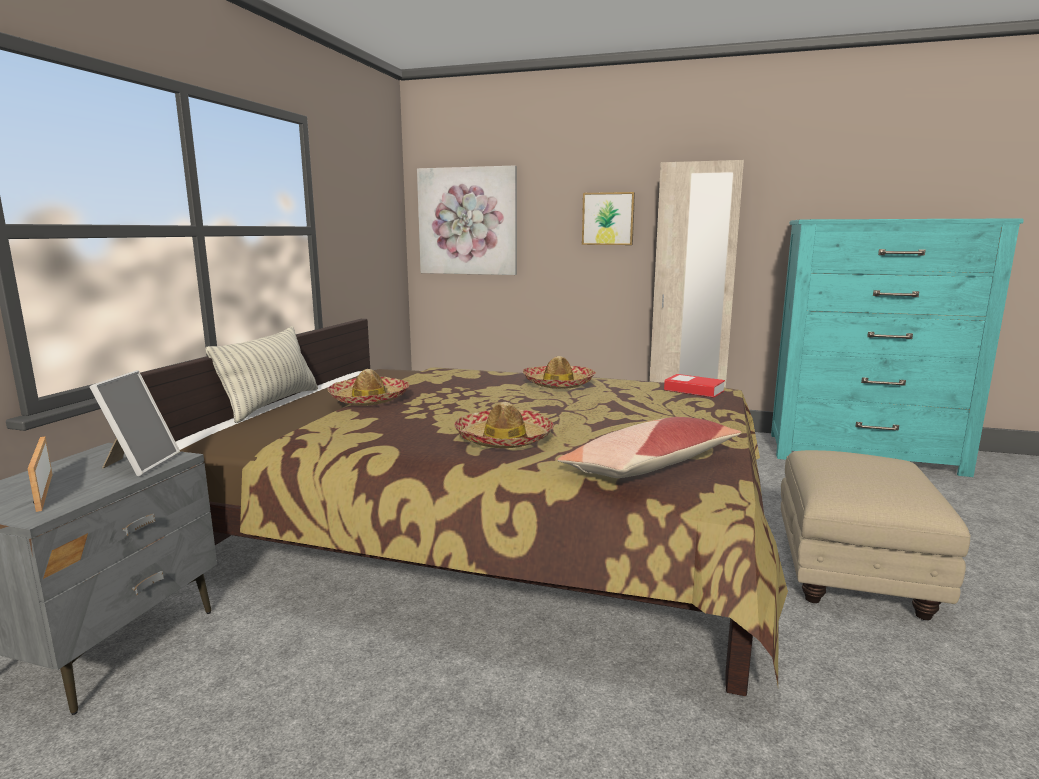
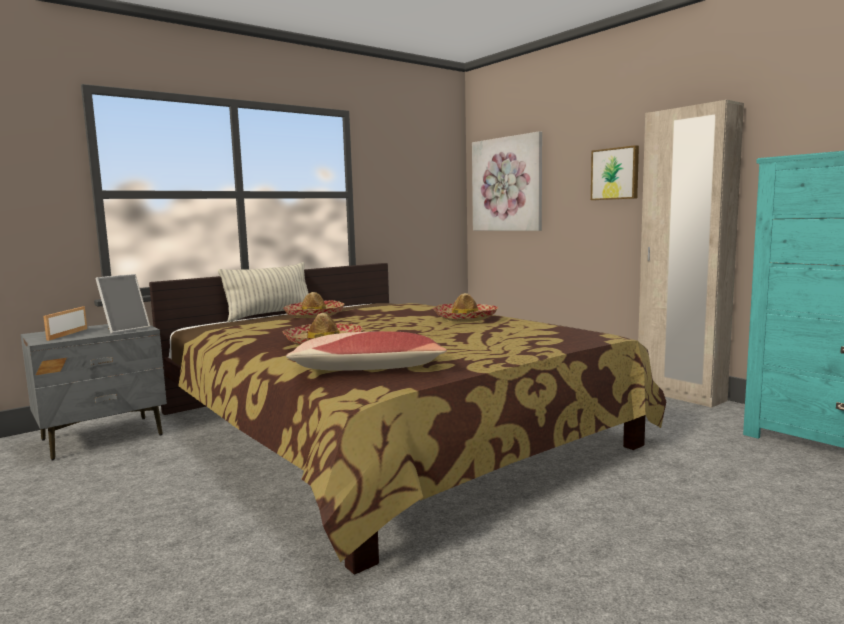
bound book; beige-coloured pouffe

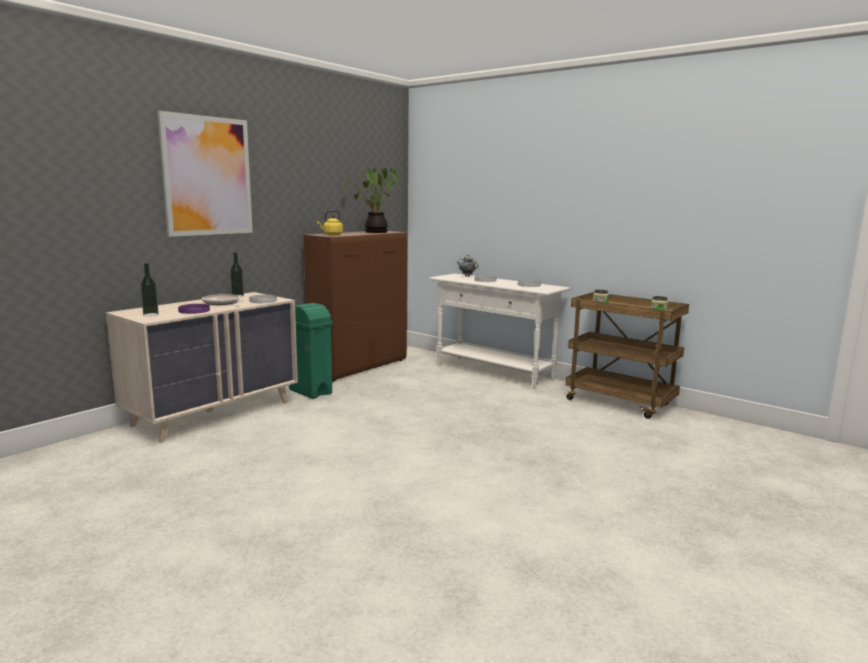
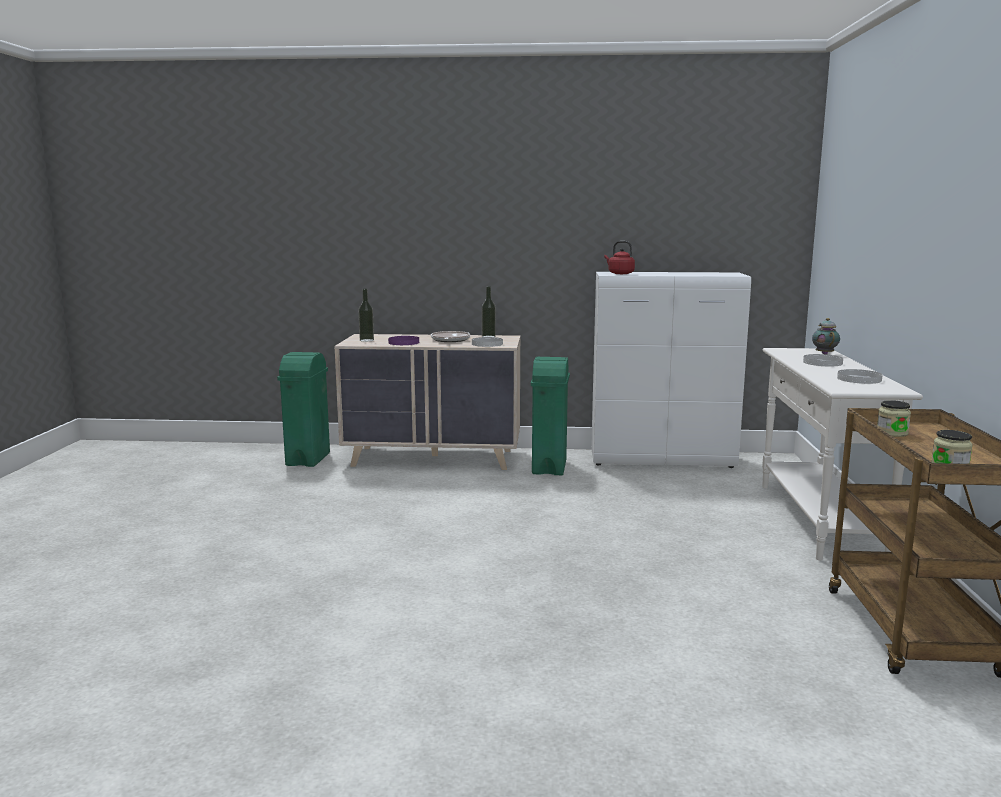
picture; white cabinet; reddish water kettle; potted plant; greenish rubbish bin (1st from left)

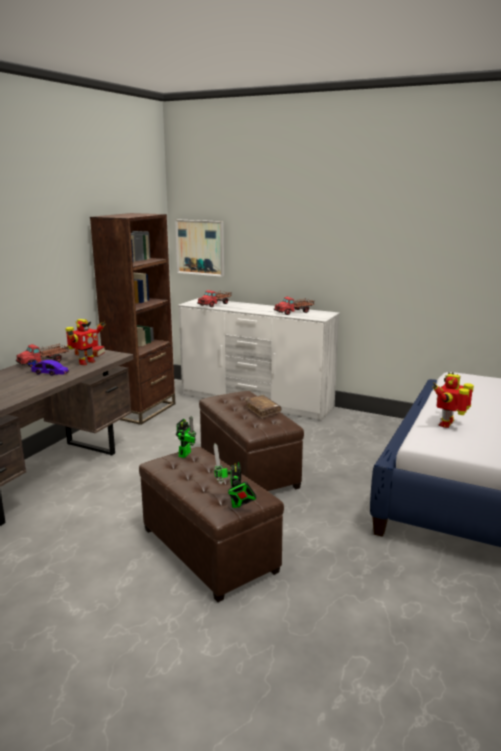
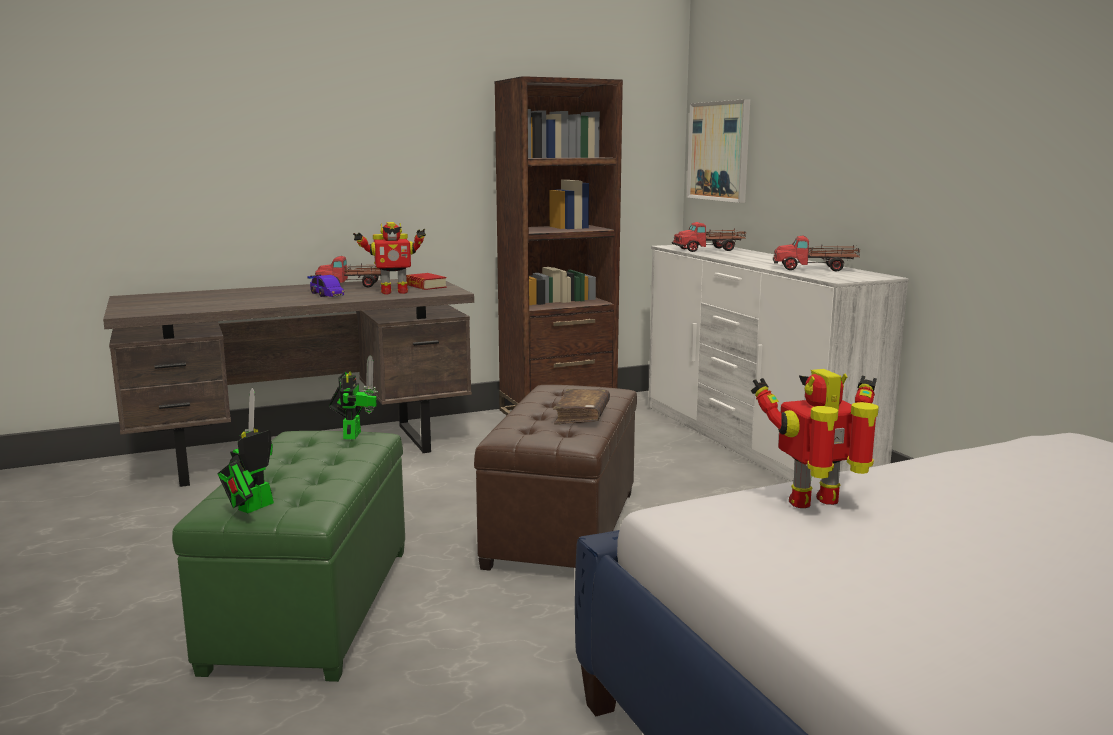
greenish pouffe; model robot (2nd from left)

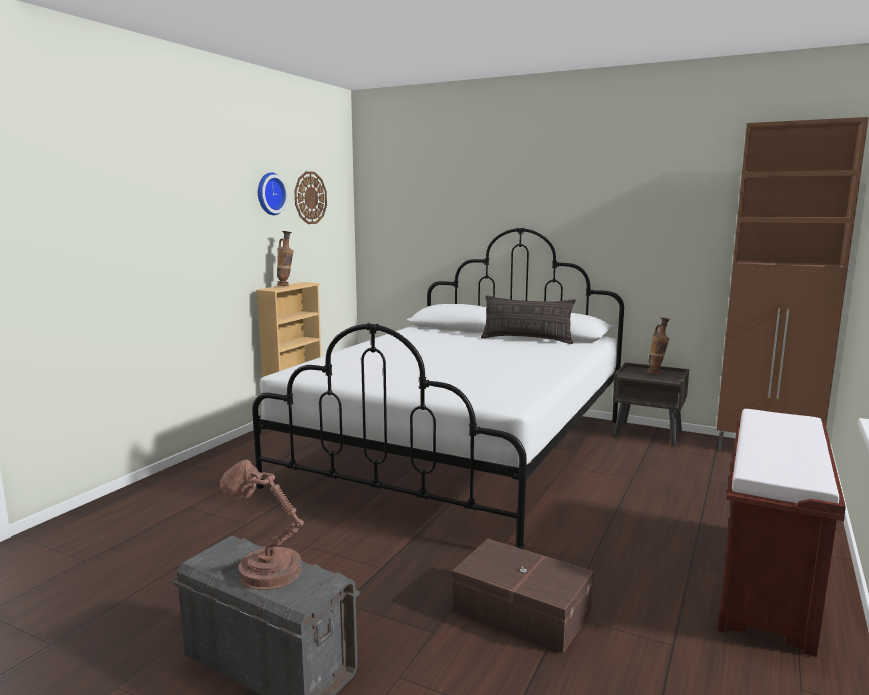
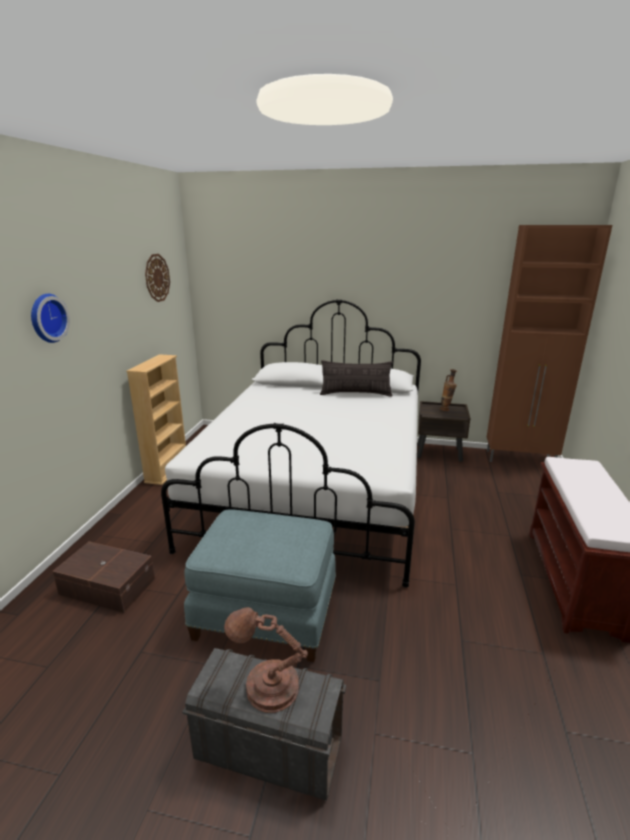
wall clock (1st from left); vase (1st from left in the first image); brown storage bin; bluish pouffe

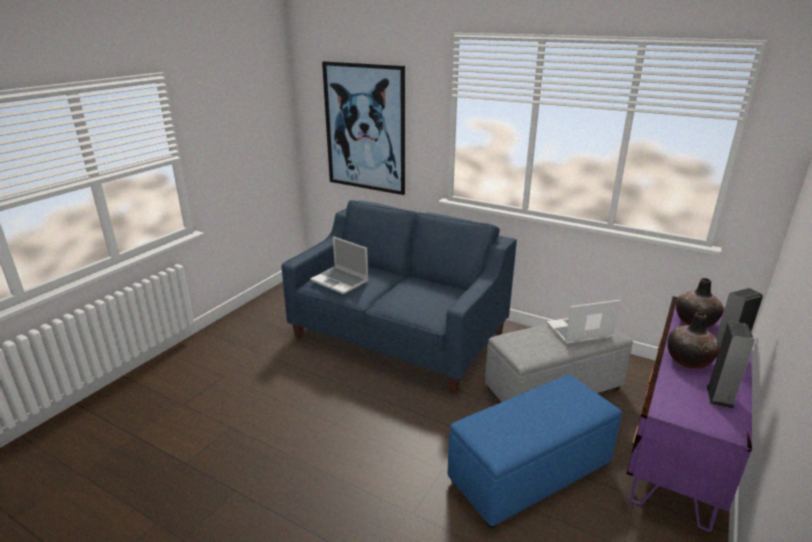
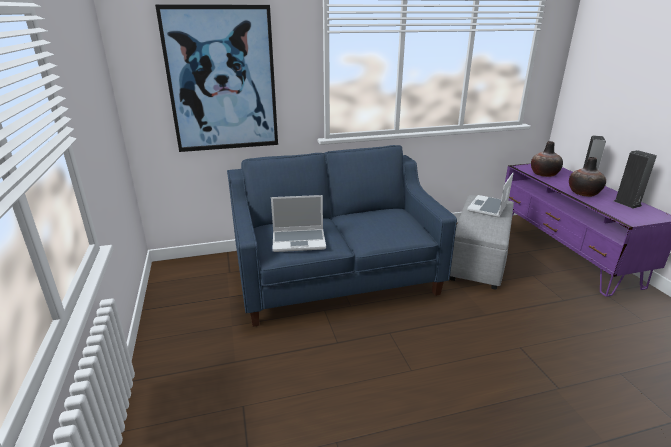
bluish pouffe

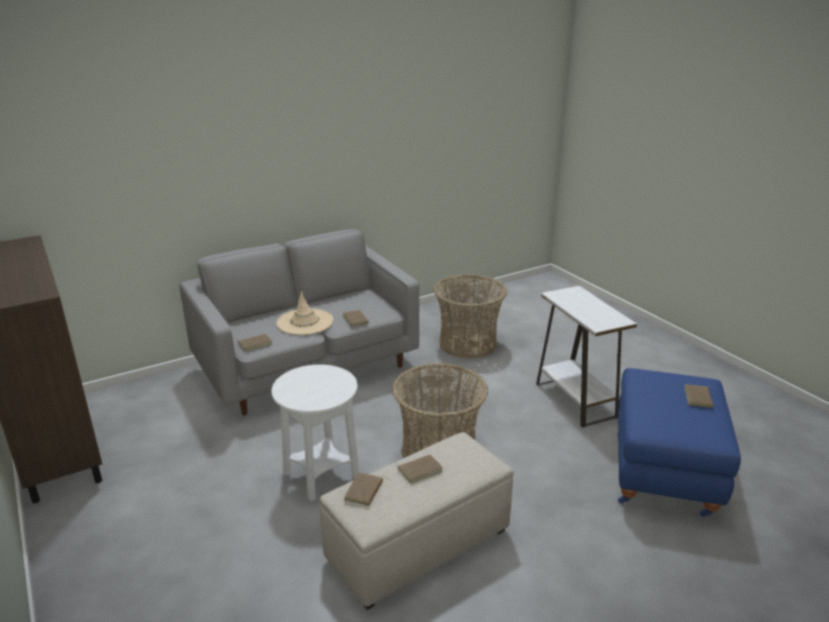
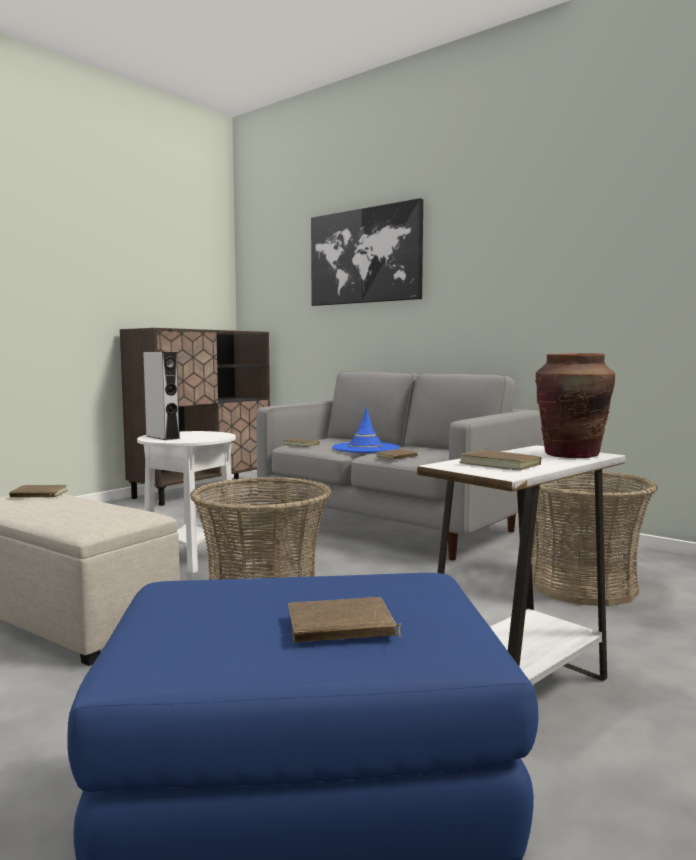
bluish hat; brown bound book (5th from left); gray audio speaker; picture; brown vase

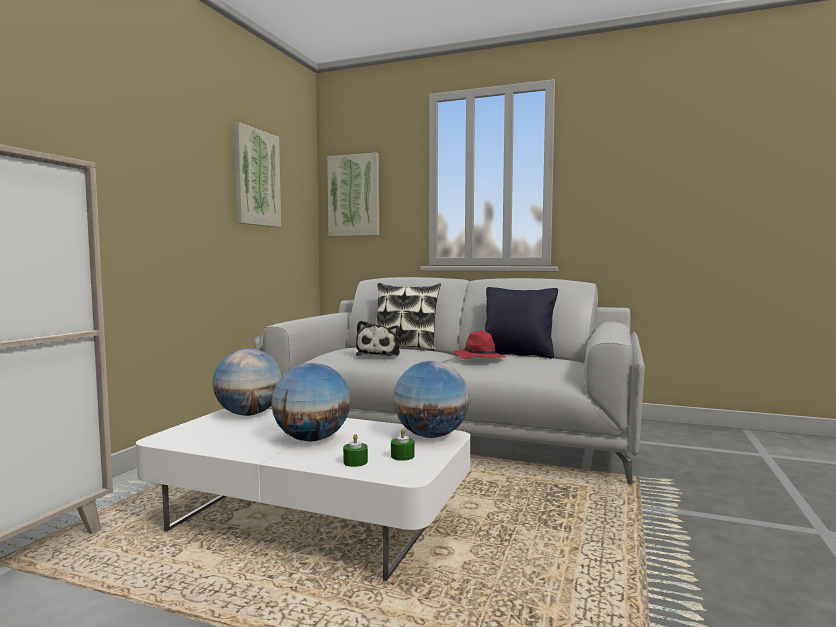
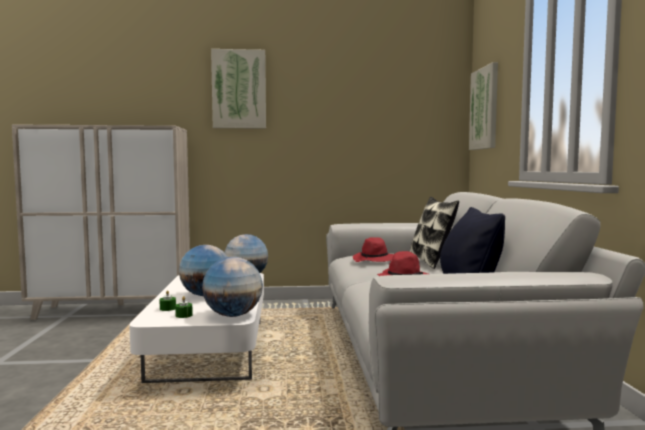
picture (1st from left); reddish hat (1st from left)

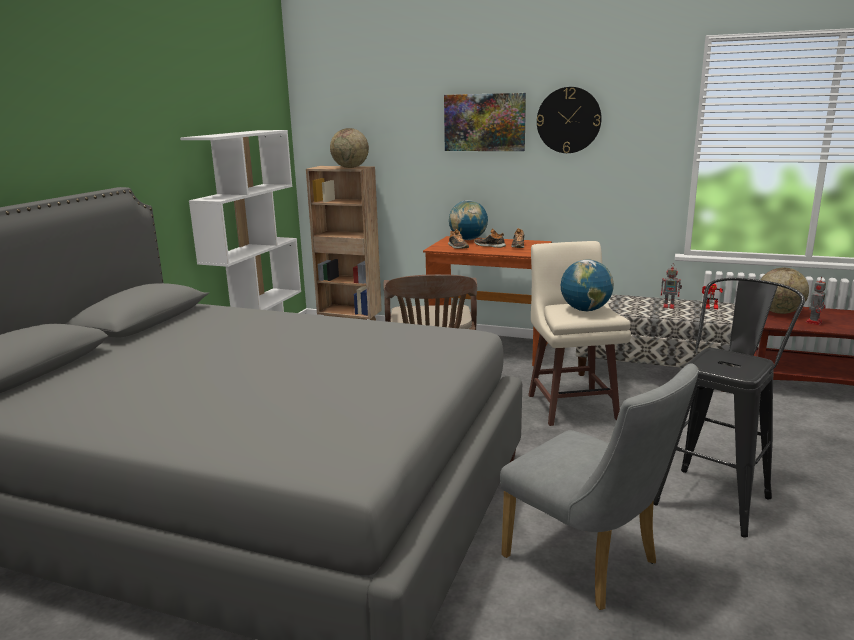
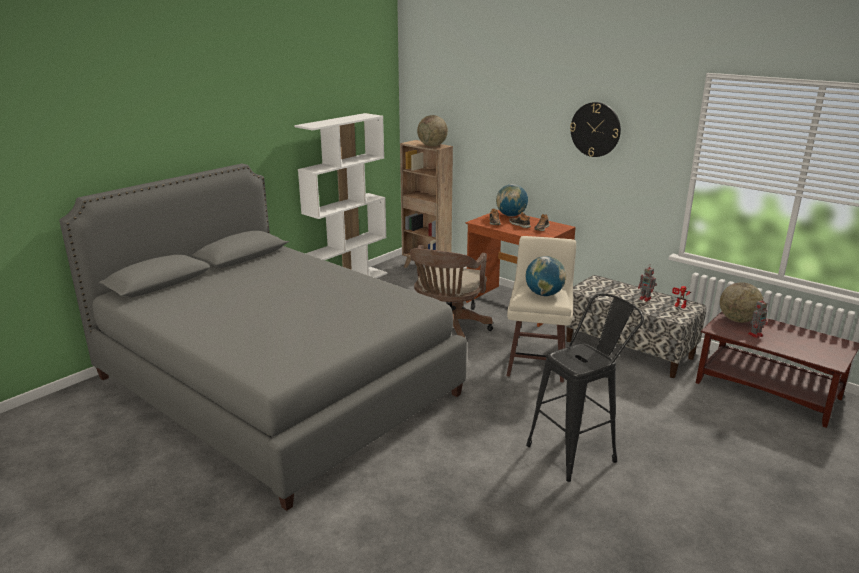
picture; gray chair

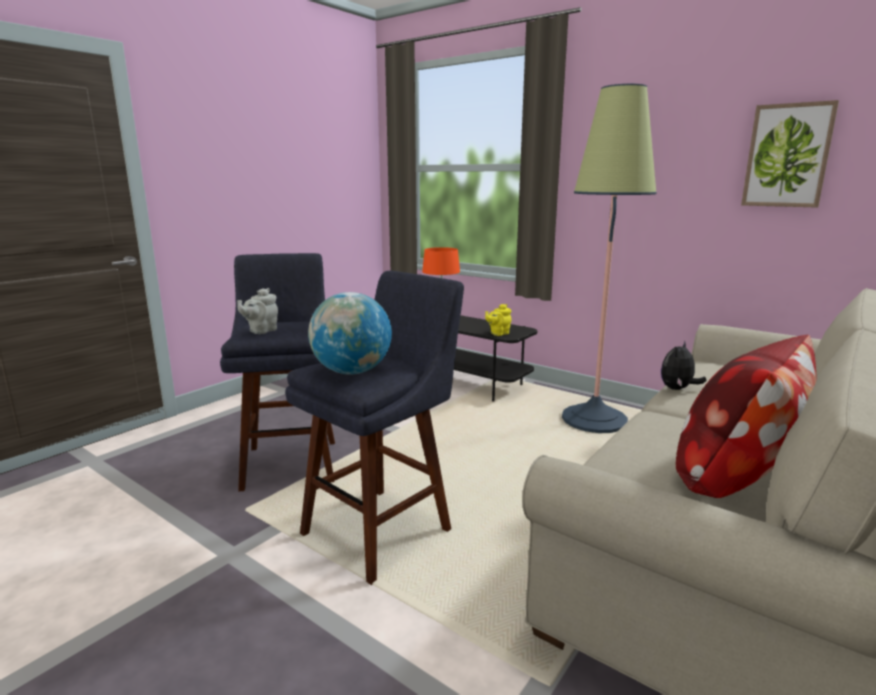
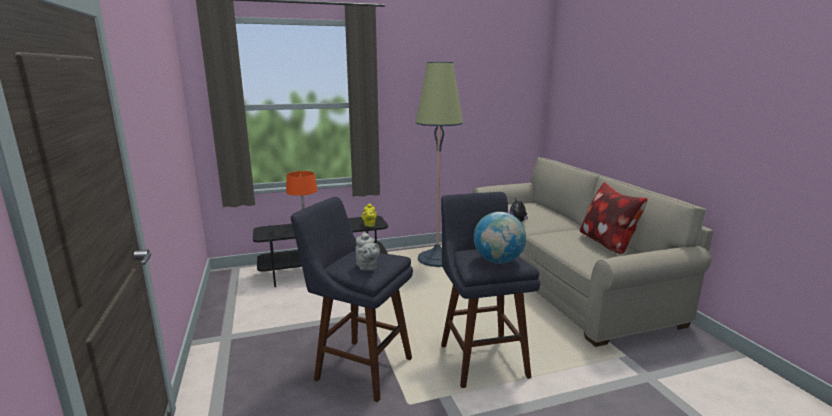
picture

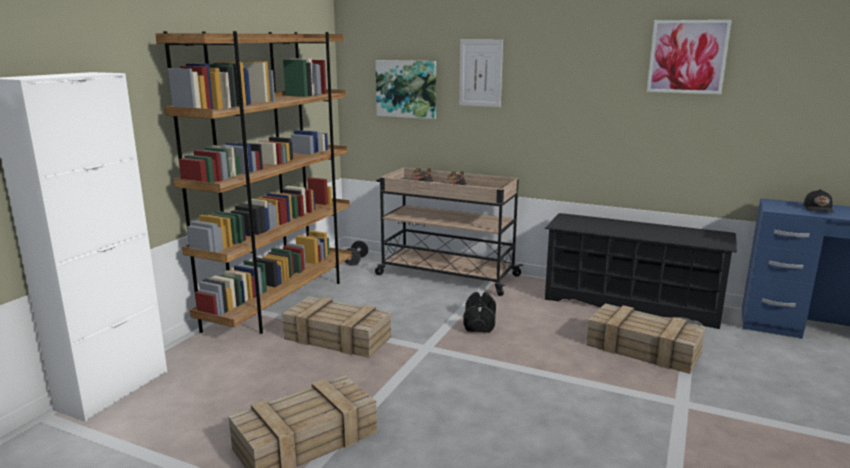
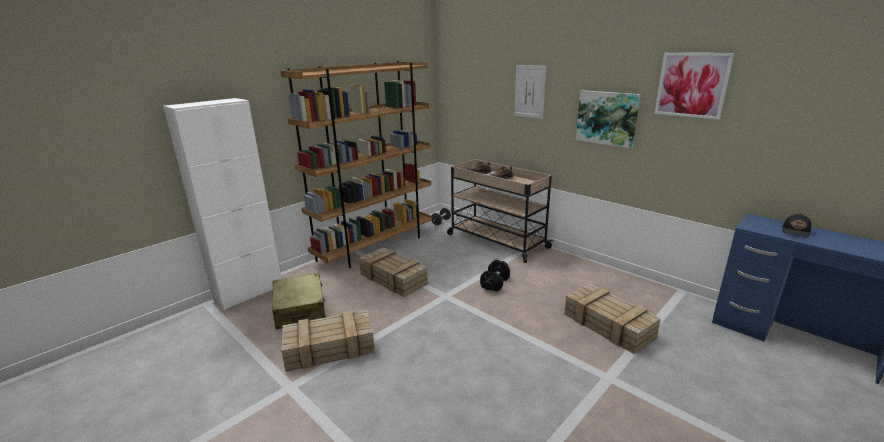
picture (2nd from left); black shoe shelf; beige-coloured suitcase

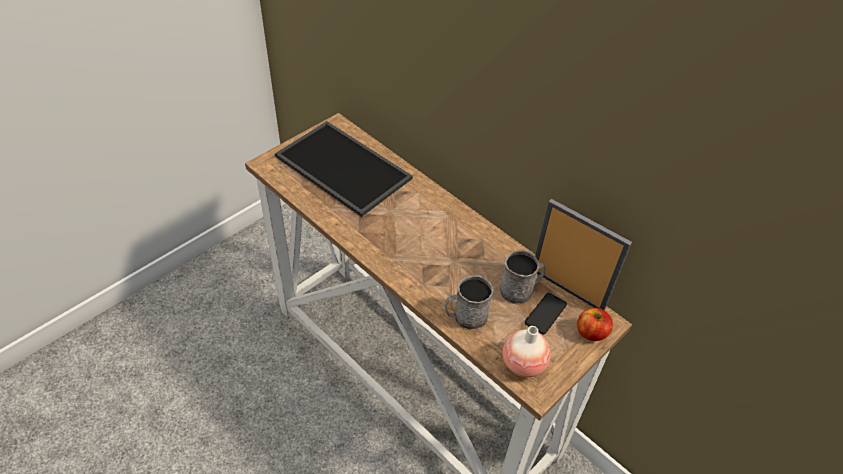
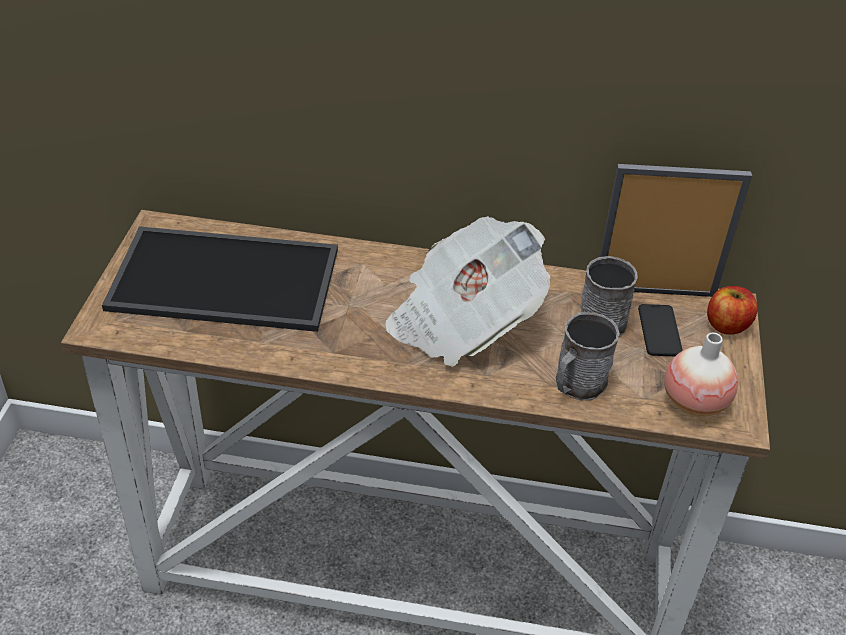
printed paper

